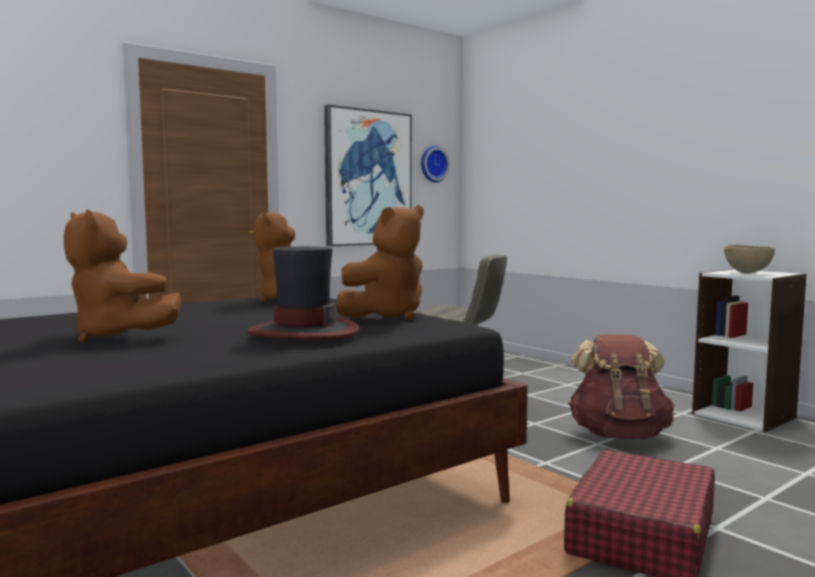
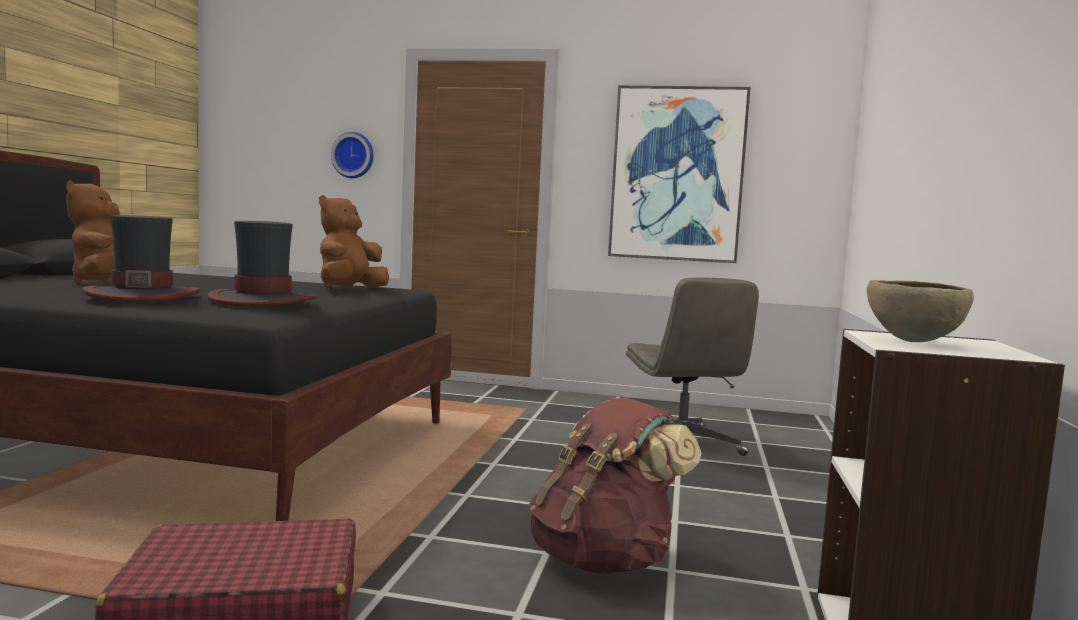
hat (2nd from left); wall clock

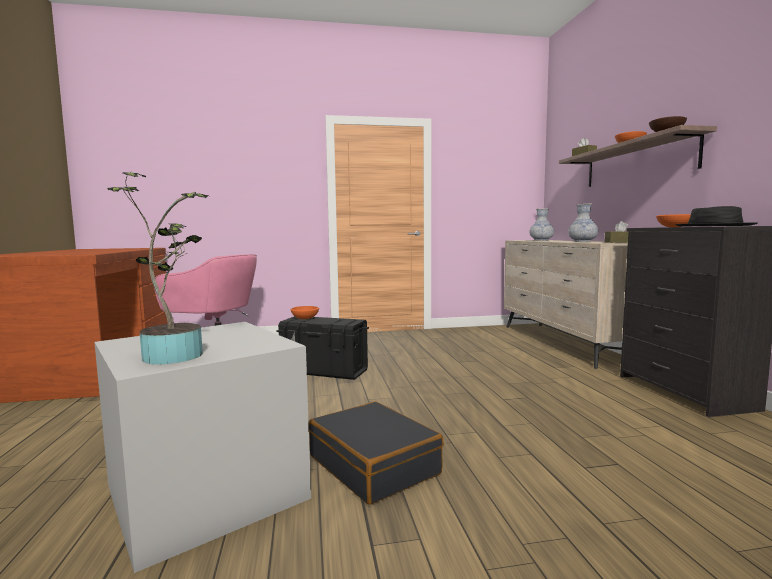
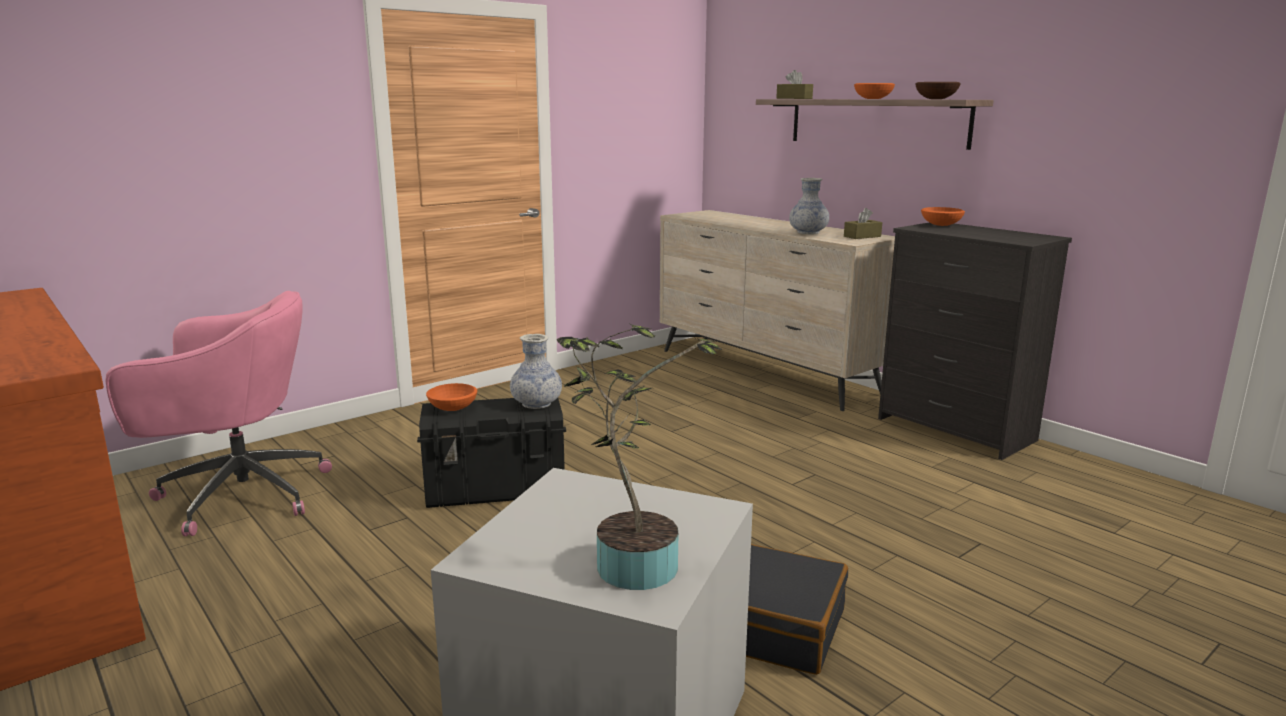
vase (1st from left); black hat

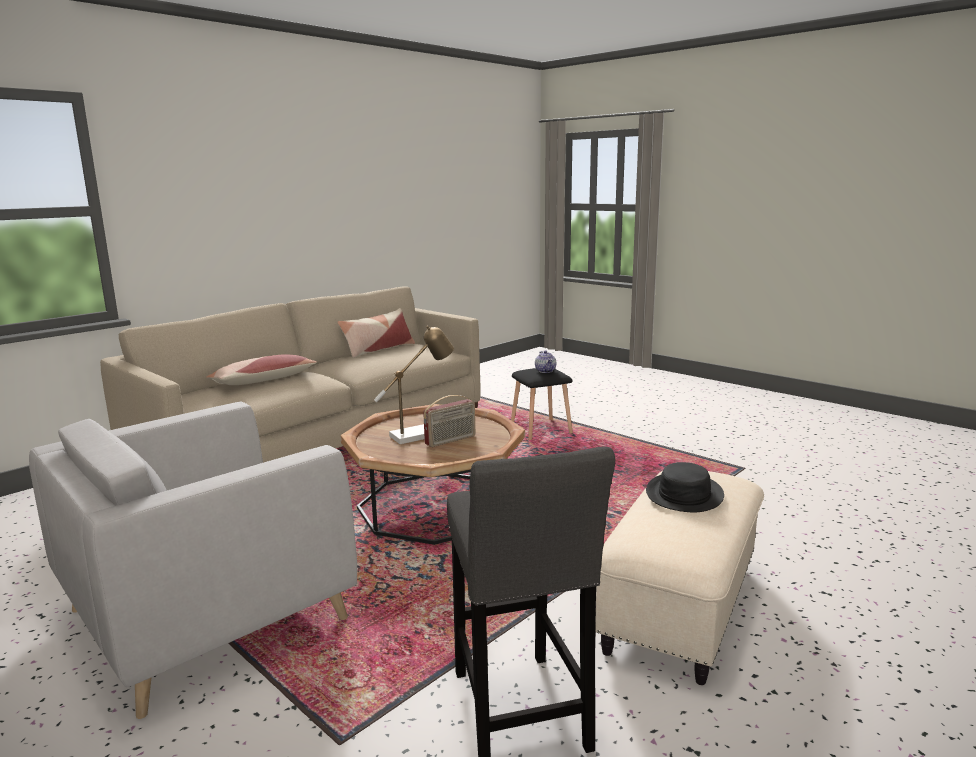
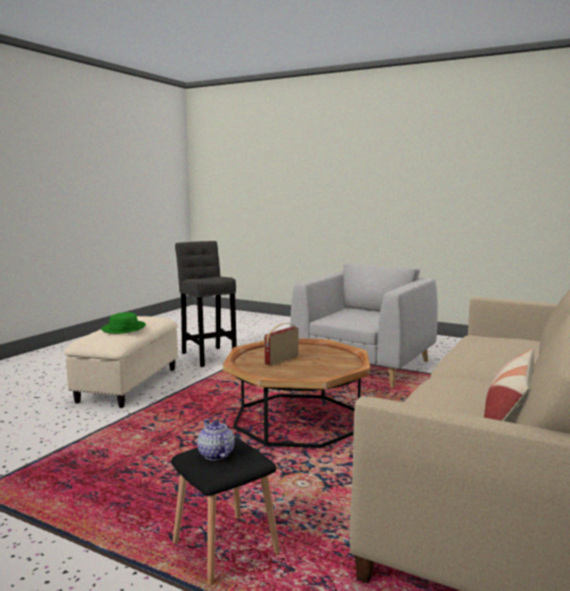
cushion (1st from left in the first image); lamp for a table; greenish hat

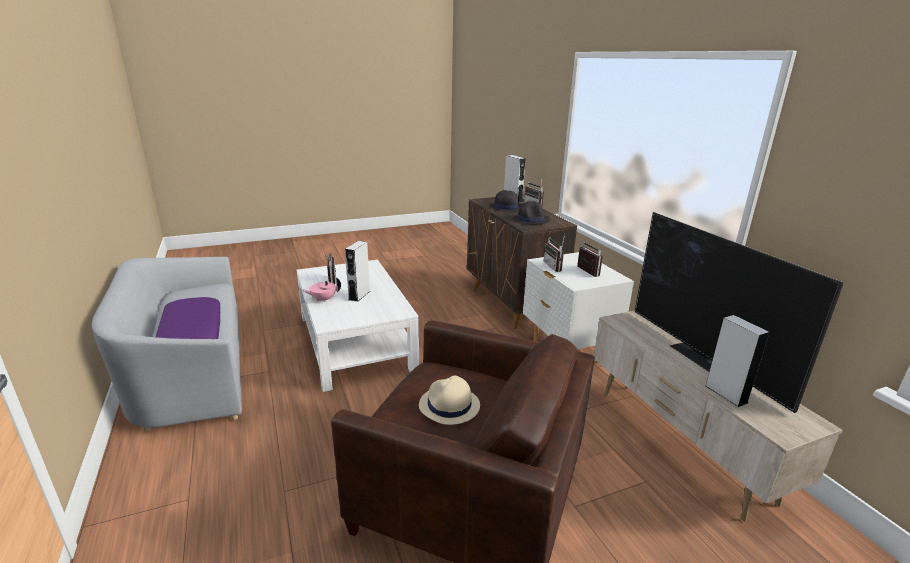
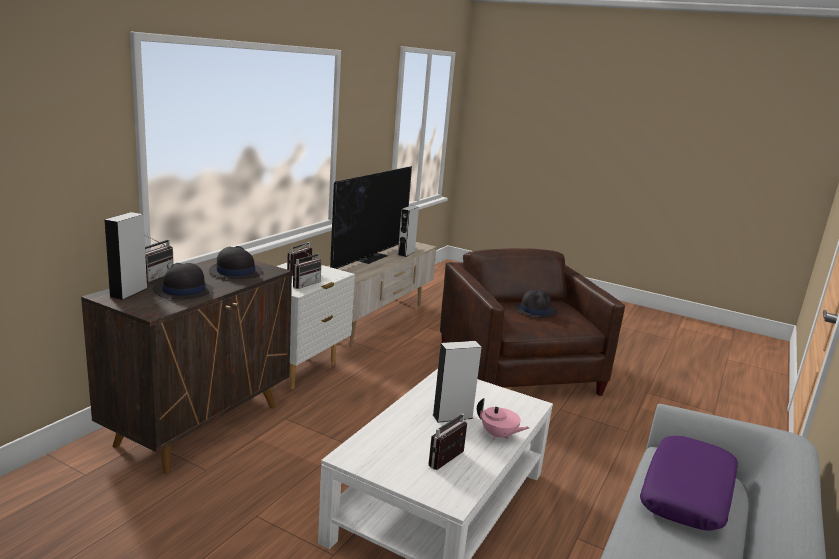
black hat (3rd from left)

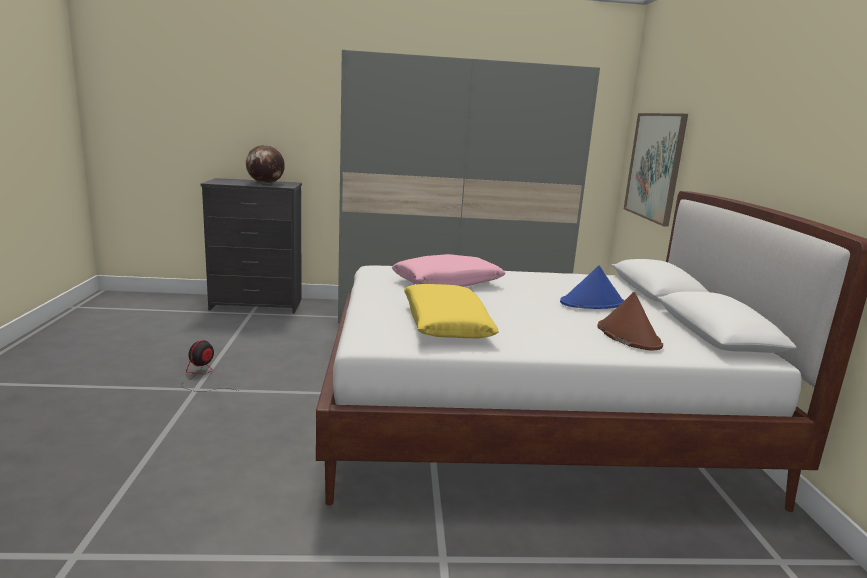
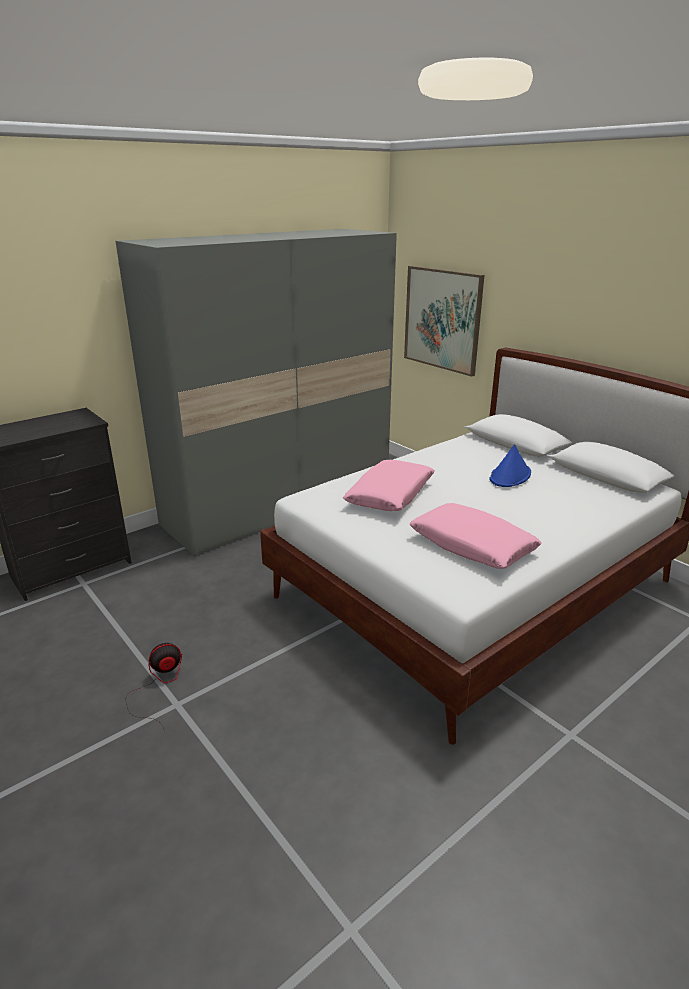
fan; desk globe; pink cushion (2nd from left); brown hat

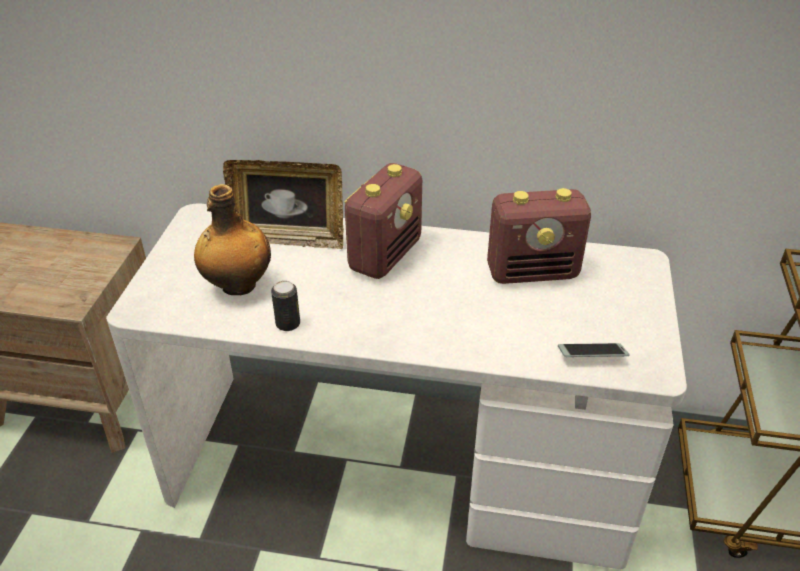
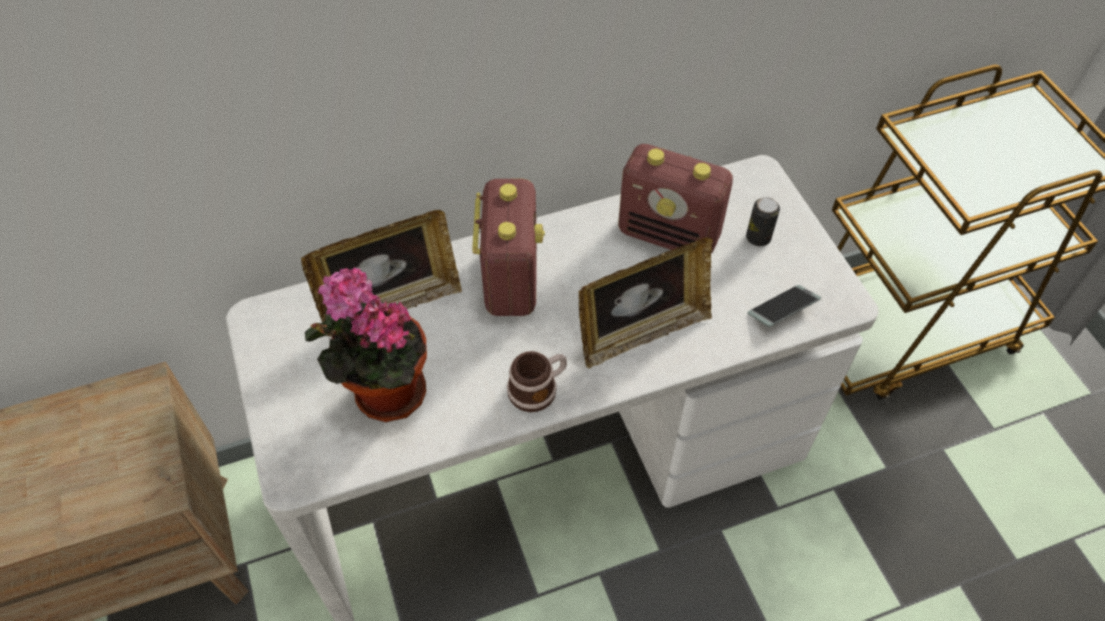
potted plant; sealed can; radio (2nd from left); tea mug; standing frame (2nd from left)

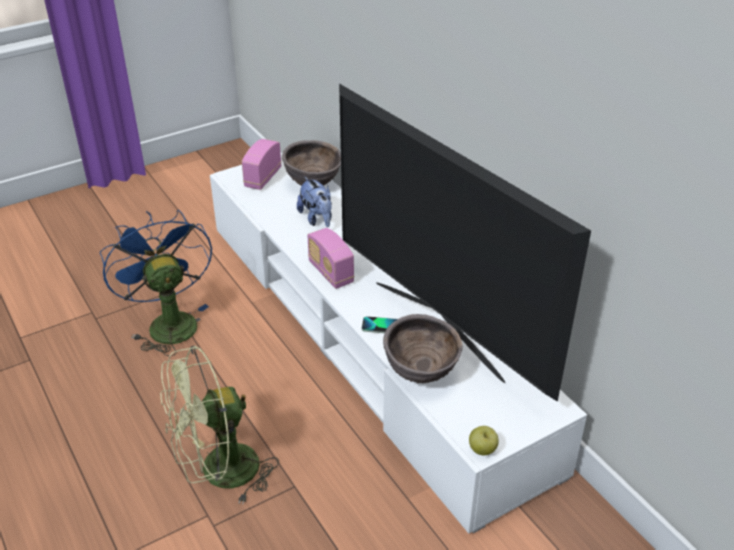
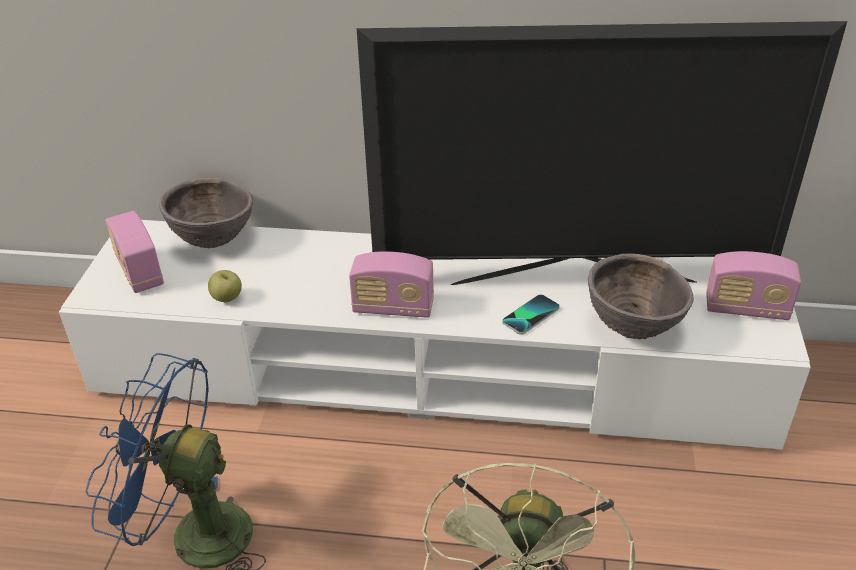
plush toy; apple fruit; radio (3rd from left)

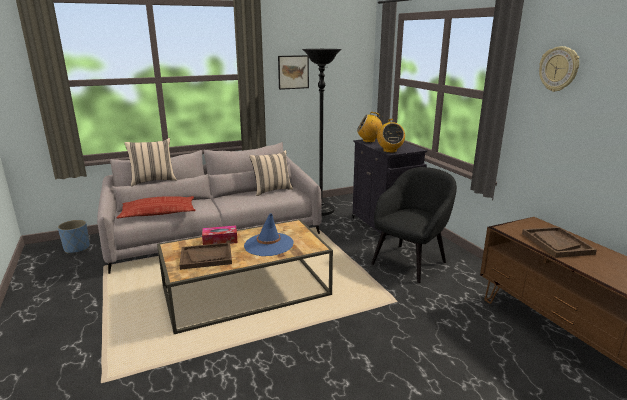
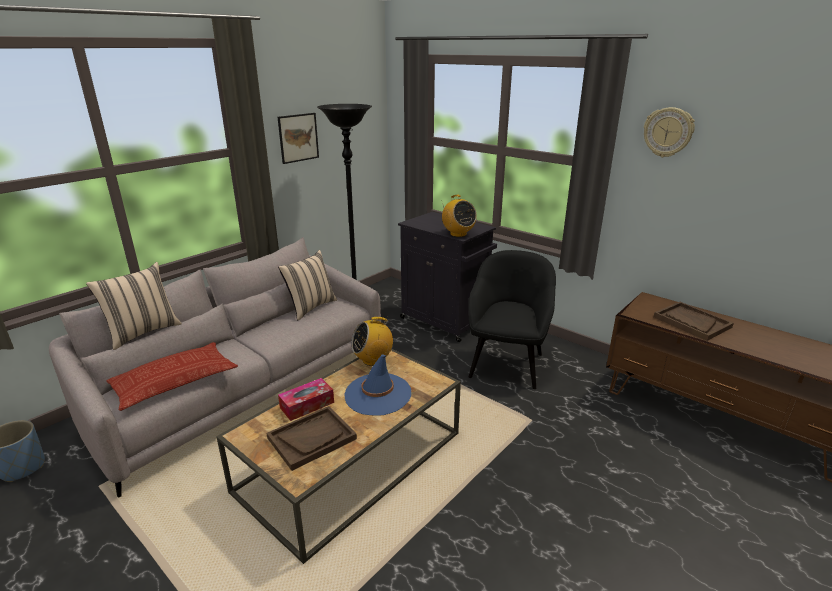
radio (1st from left)

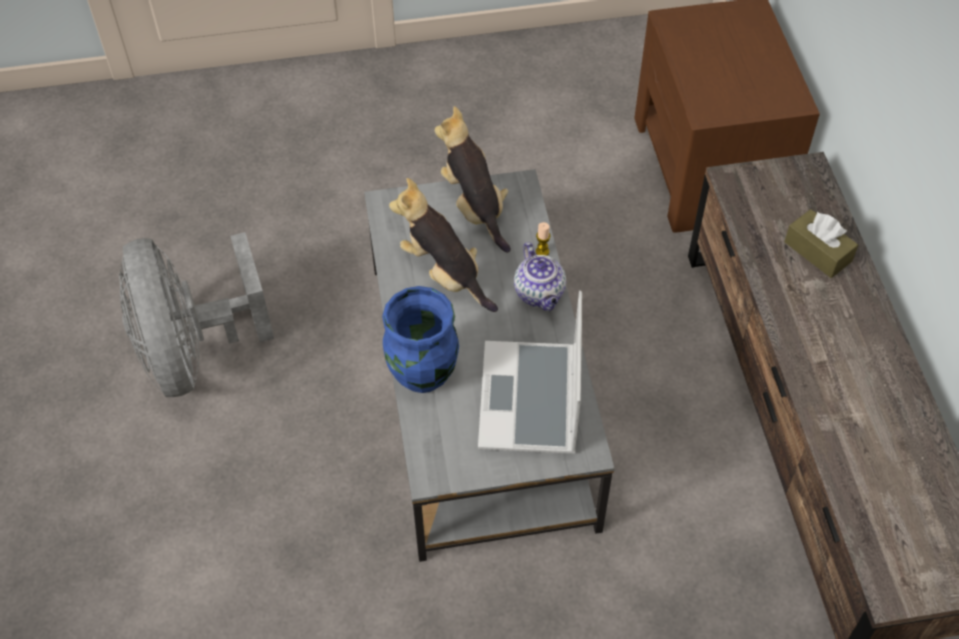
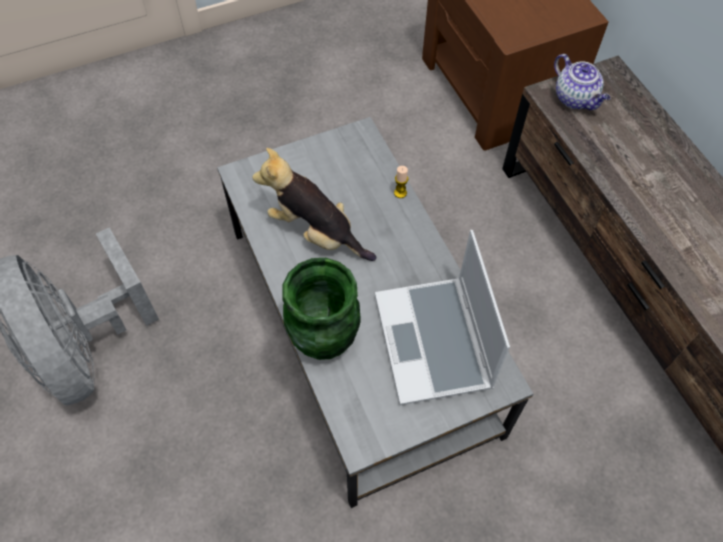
greenish vase; plush toy (2nd from left in the first image); pot for tea; brown tissue box

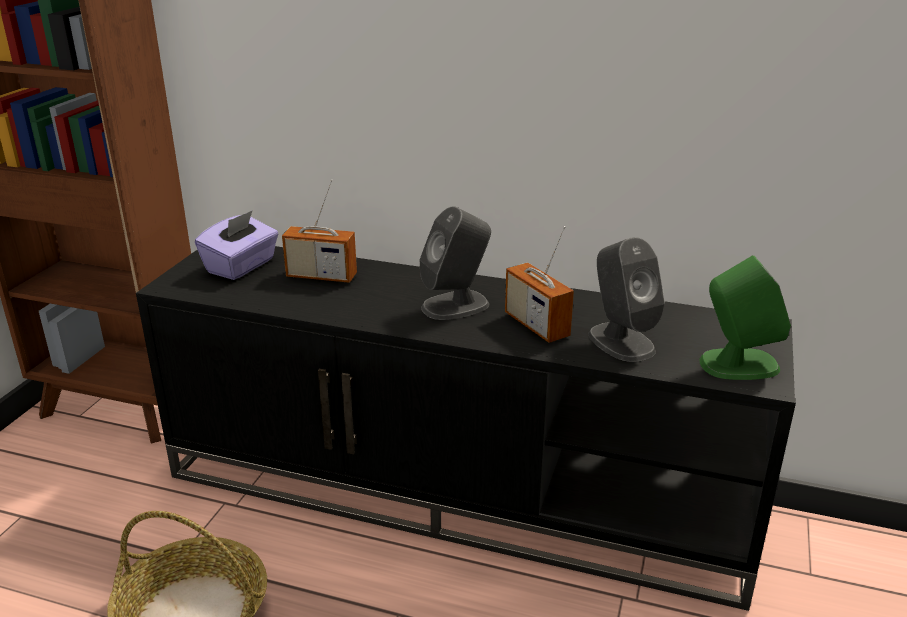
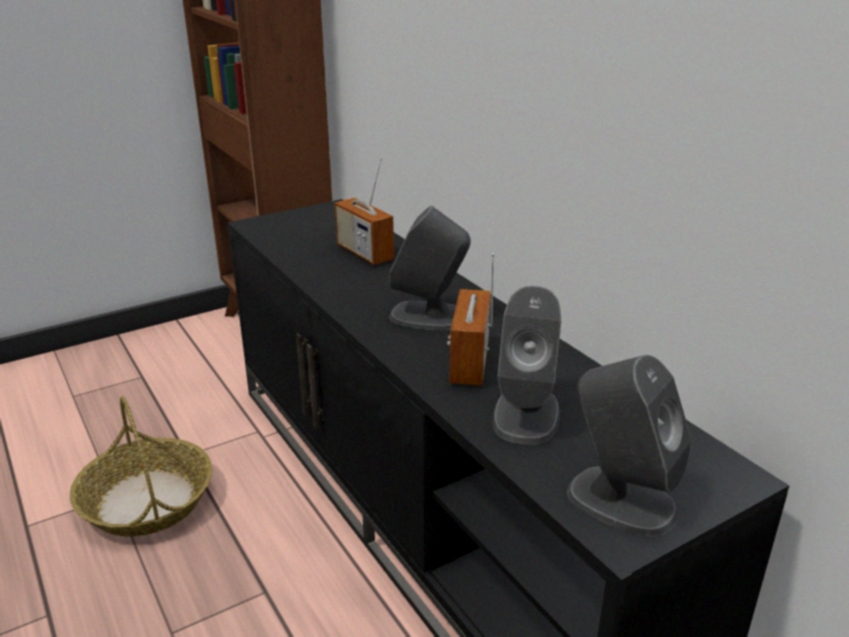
purple tissue box; gray audio speaker (3rd from left)

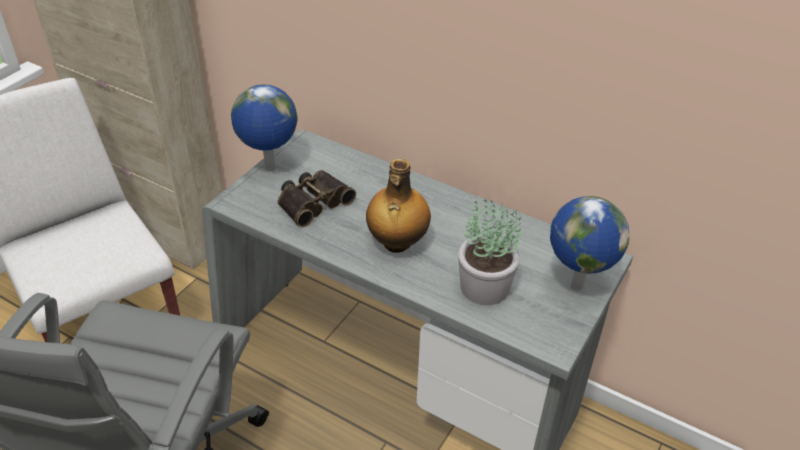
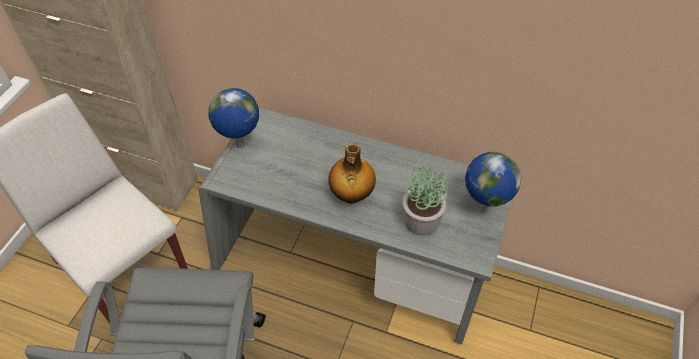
binoculars

